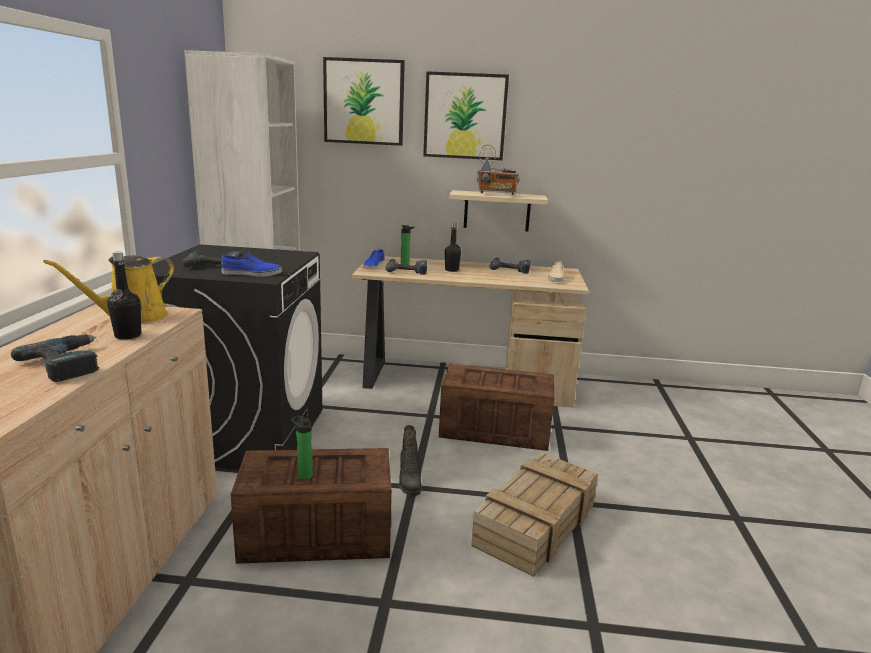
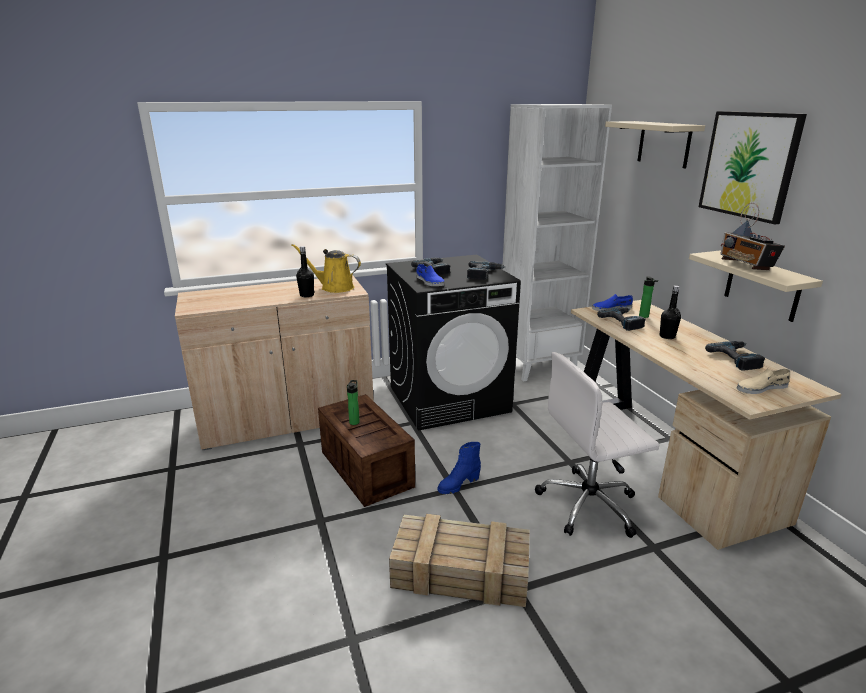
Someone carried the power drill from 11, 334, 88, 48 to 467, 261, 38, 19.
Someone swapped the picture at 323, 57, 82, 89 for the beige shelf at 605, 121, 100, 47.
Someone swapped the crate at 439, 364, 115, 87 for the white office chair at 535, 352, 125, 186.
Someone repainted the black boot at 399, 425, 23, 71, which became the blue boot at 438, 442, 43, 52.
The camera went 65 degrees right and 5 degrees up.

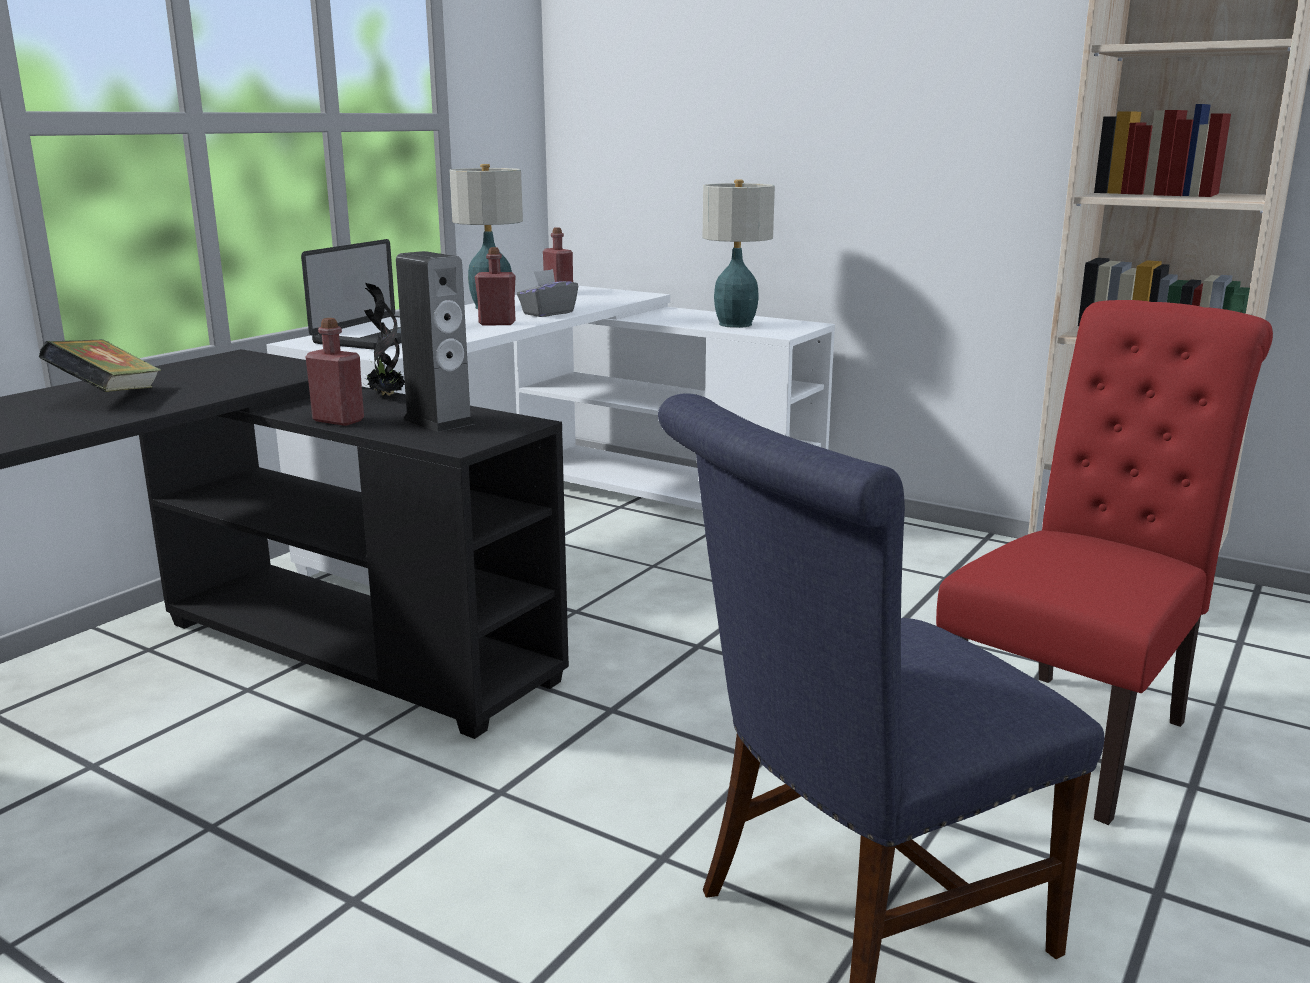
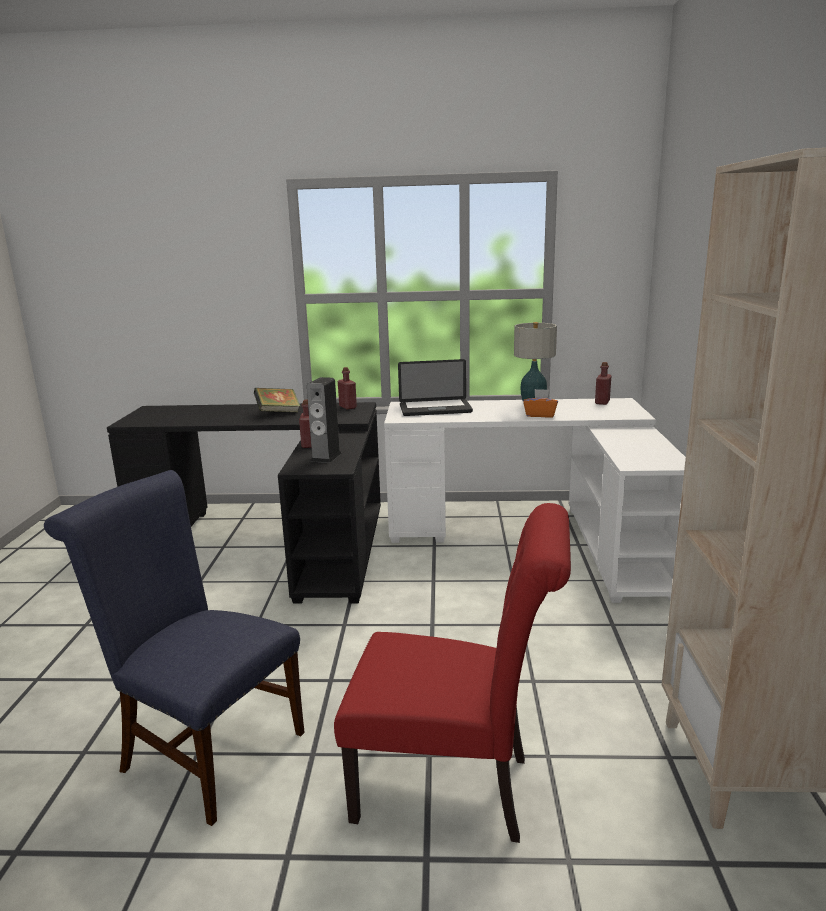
Someone took away the potted plant at 363, 283, 42, 113.
Someone took away the table lamp at 703, 180, 72, 148.
Someone carried the red bottle from 475, 247, 41, 78 to 338, 367, 19, 43.
Someone repainted the grey tissue box at 517, 269, 61, 48, which became the orange tissue box at 523, 389, 35, 29.
The camera went 60 degrees right and 0 degrees up.

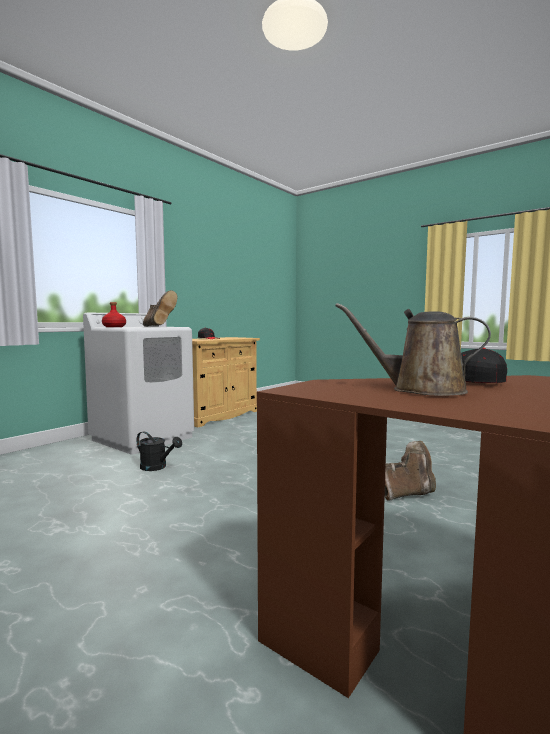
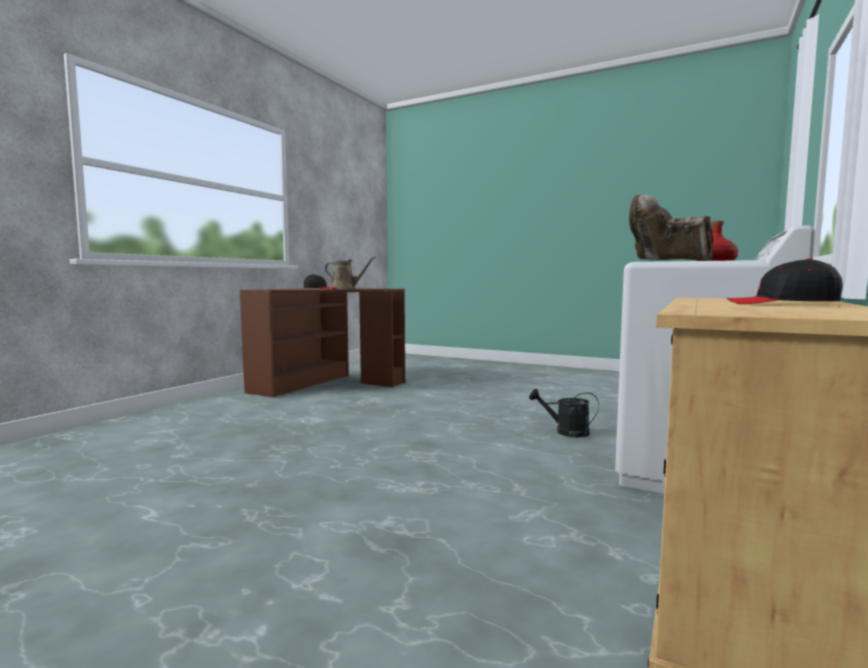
Someone took away the brown boot at 385, 441, 51, 60.
The camera went 170 degrees right and 0 degrees up.

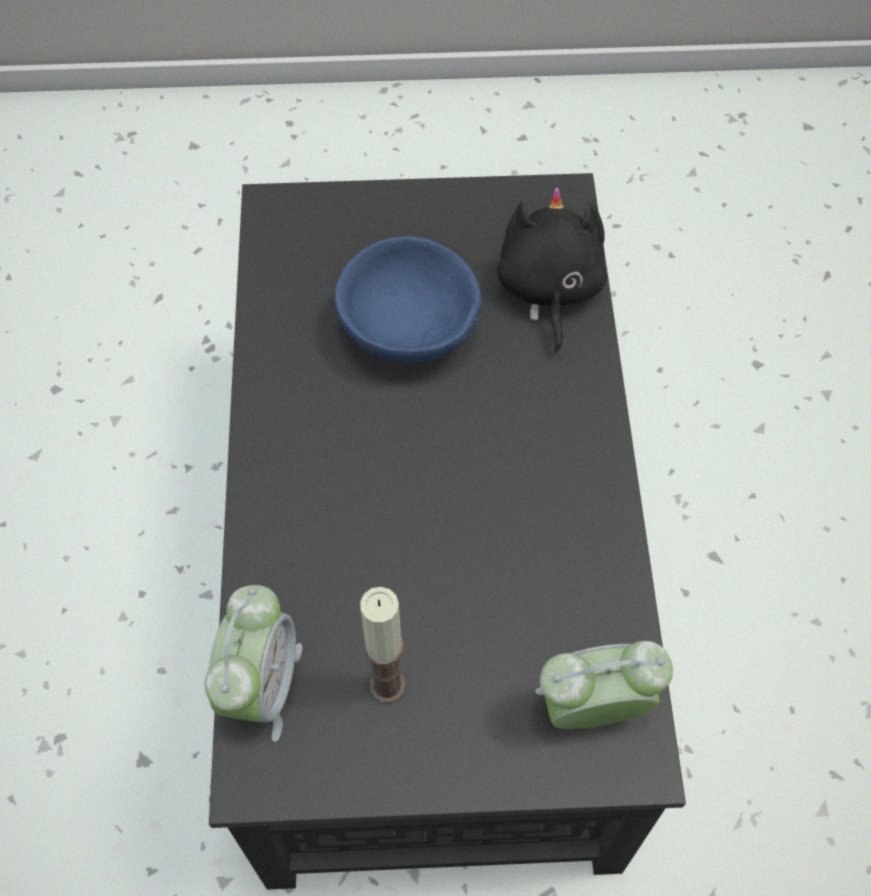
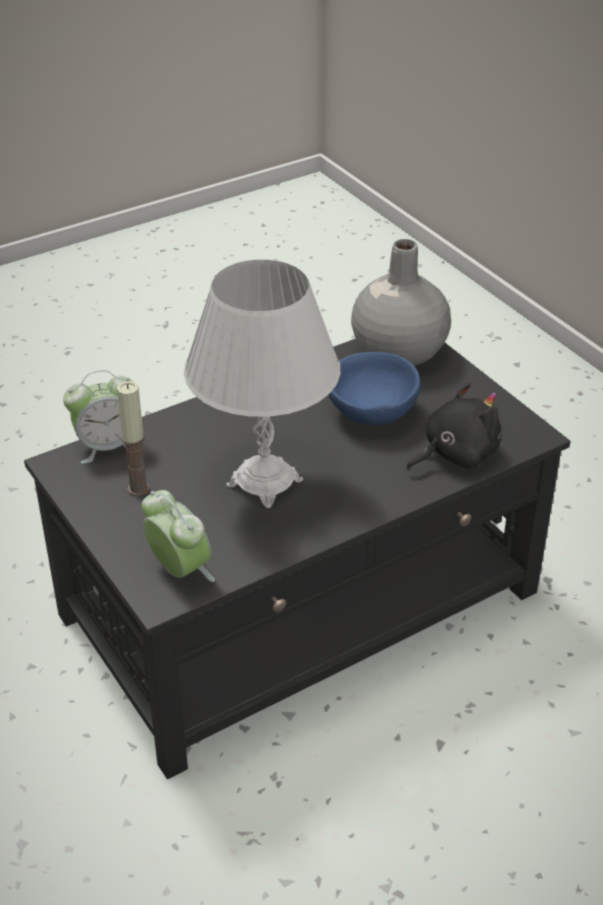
Someone put down the white table lamp at 184, 260, 156, 248.
Someone put down the grey vase at 351, 239, 100, 127.
The camera went 60 degrees right and 20 degrees down.

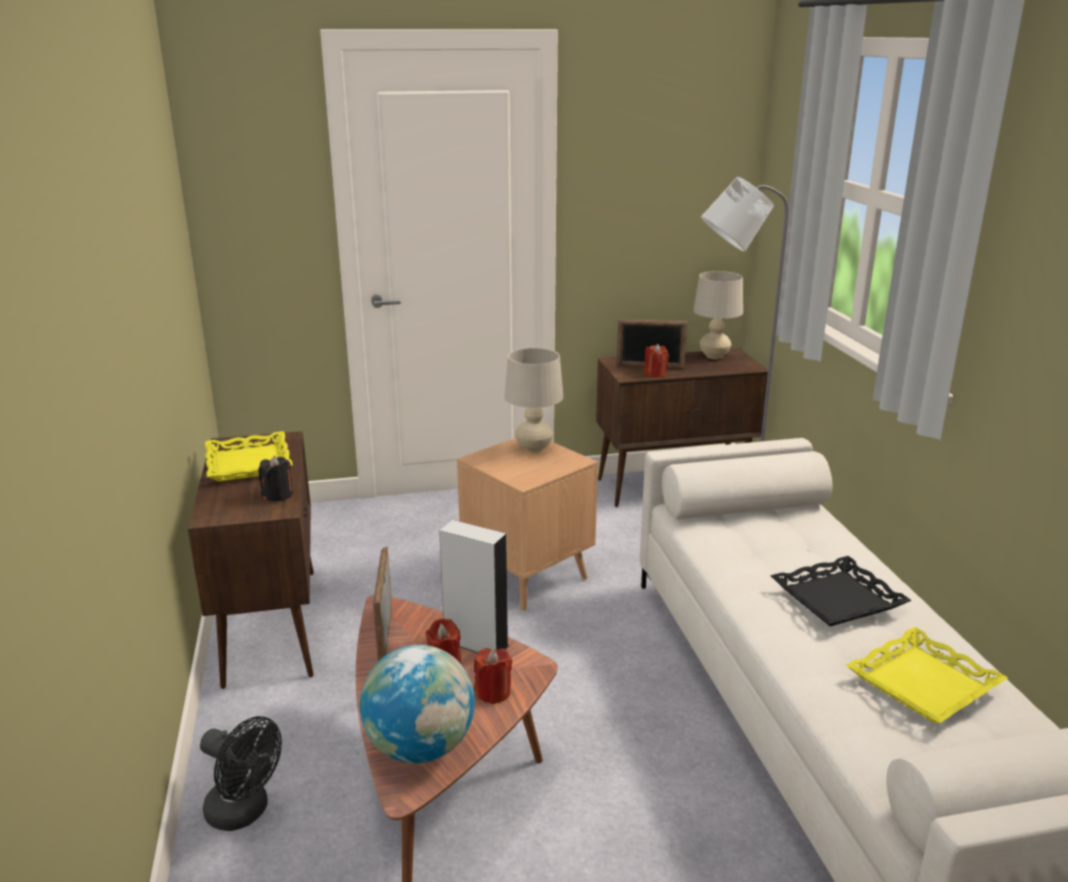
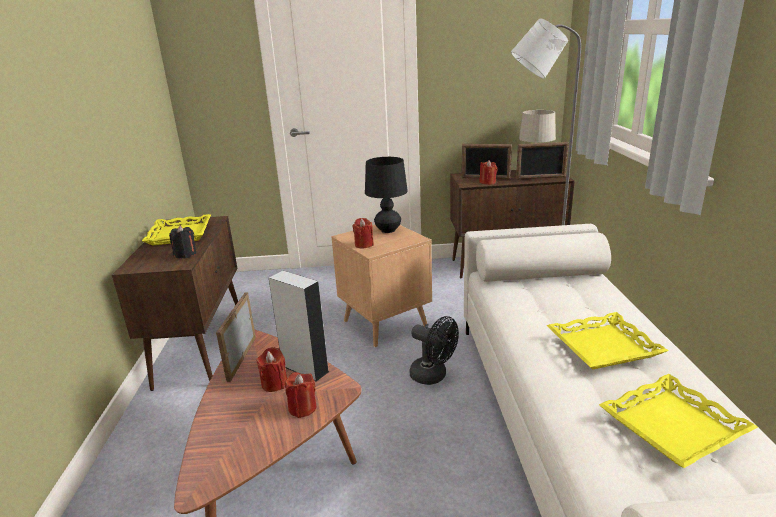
Someone took away the globe at 360, 645, 115, 118.
Someone put down the red candle at 353, 218, 21, 31.
Someone put down the picture frame at 516, 142, 53, 38.
Someone carried the black fan from 200, 716, 82, 115 to 410, 316, 49, 69.
Someone repainted the beige table lamp at 504, 348, 59, 105, which became the black table lamp at 365, 157, 43, 76.
Someone repainted the black tray at 770, 556, 142, 70, which became the yellow tray at 546, 312, 123, 58.
The camera went 10 degrees right and 0 degrees up.

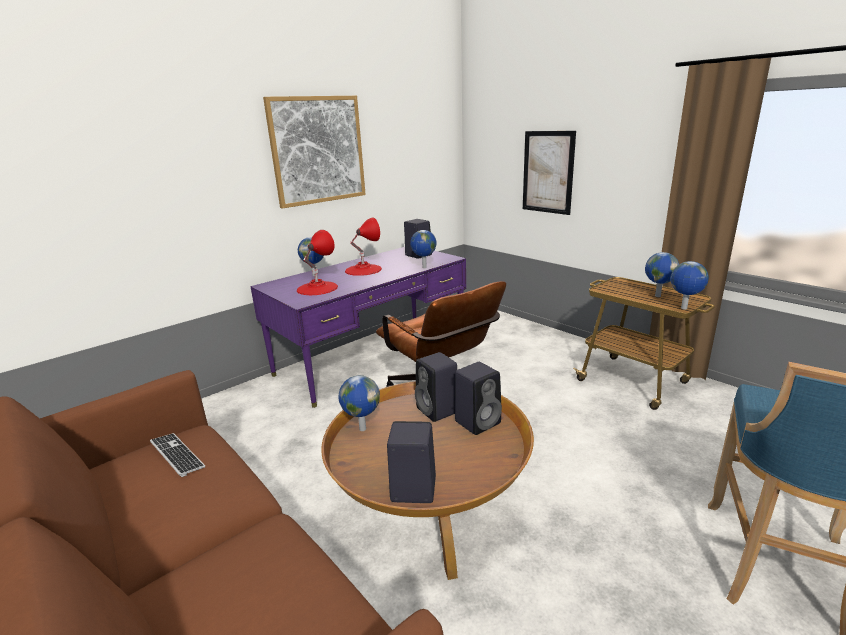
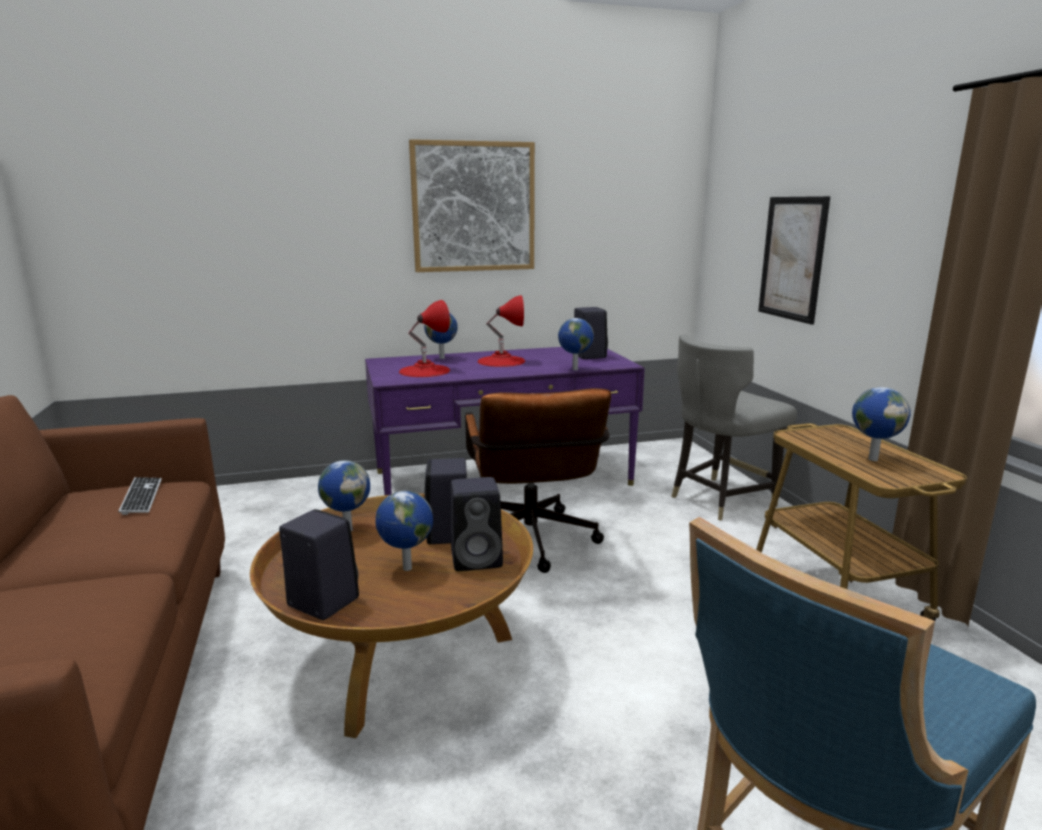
Someone put down the grey chair at 671, 334, 126, 186.
Someone carried the globe from 670, 261, 39, 49 to 376, 491, 57, 80.
The camera went 25 degrees right and 5 degrees down.

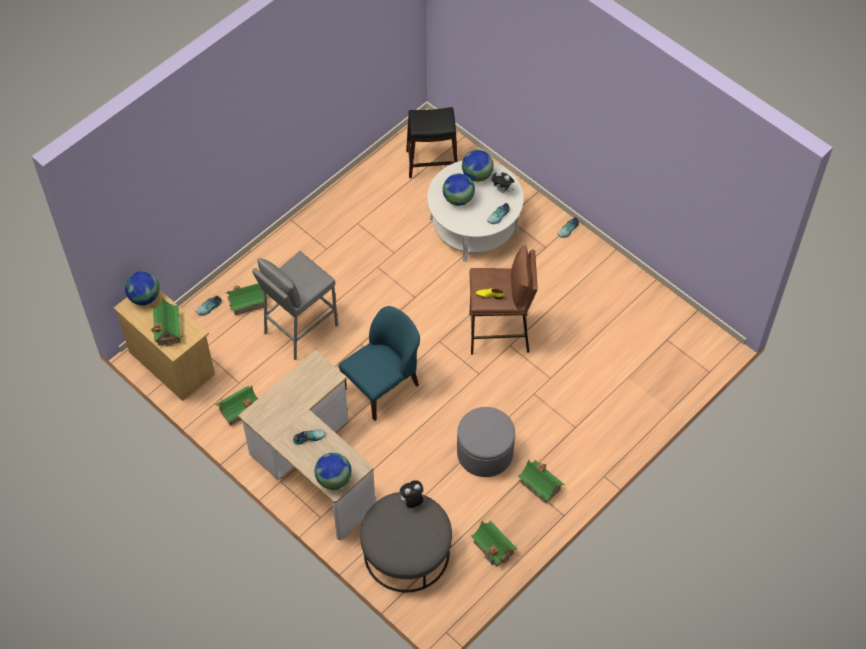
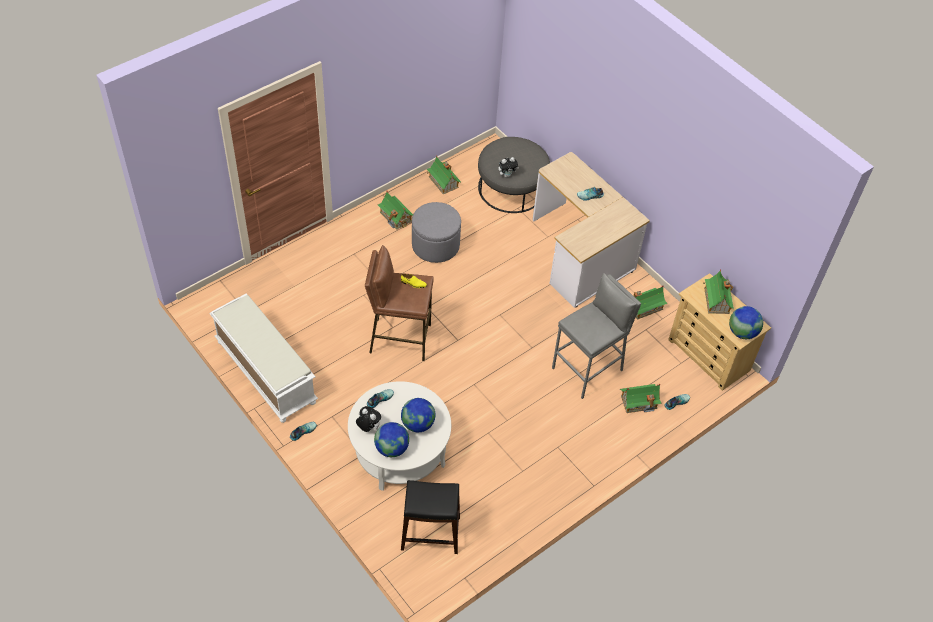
Someone took away the globe at 315, 453, 36, 37.
Someone took away the blue chair at 338, 306, 82, 115.
Someone put down the white bench at 209, 294, 109, 129.
The camera went 175 degrees left and 5 degrees down.

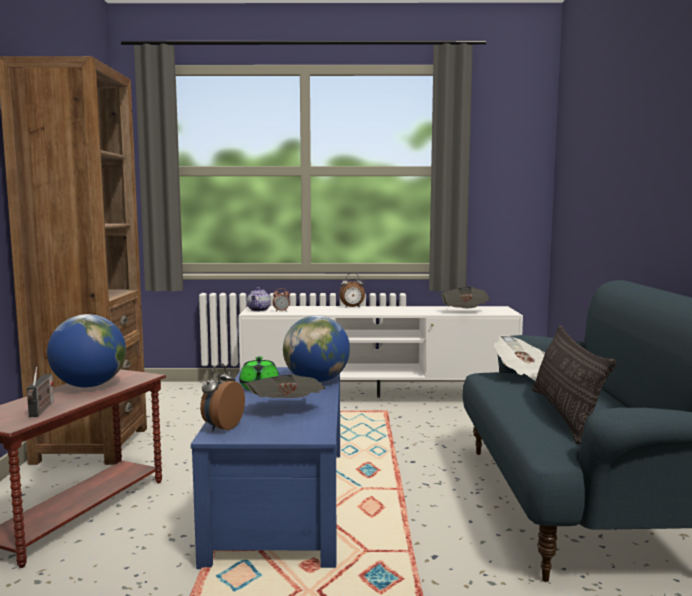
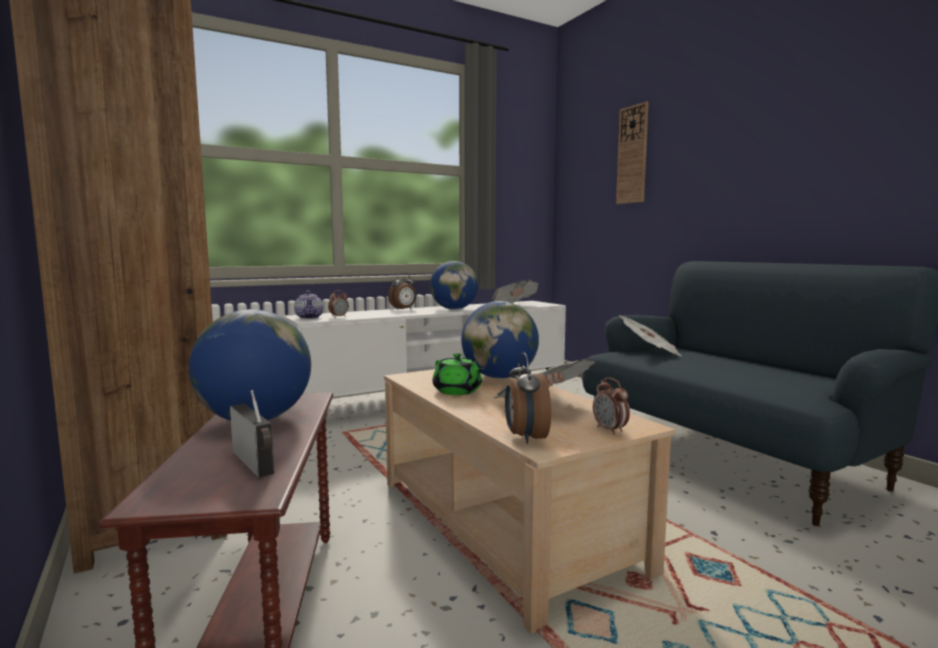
Someone took away the pillow at 532, 325, 84, 119.
Someone put down the globe at 430, 261, 48, 48.
Someone put down the alarm clock at 593, 377, 37, 58.
Someone put up the wall clock at 616, 102, 33, 102.
Someone repainted the blue coffee table at 191, 367, 149, 202, which became the beige coffee table at 384, 369, 291, 265.
The camera went 30 degrees left and 0 degrees up.

